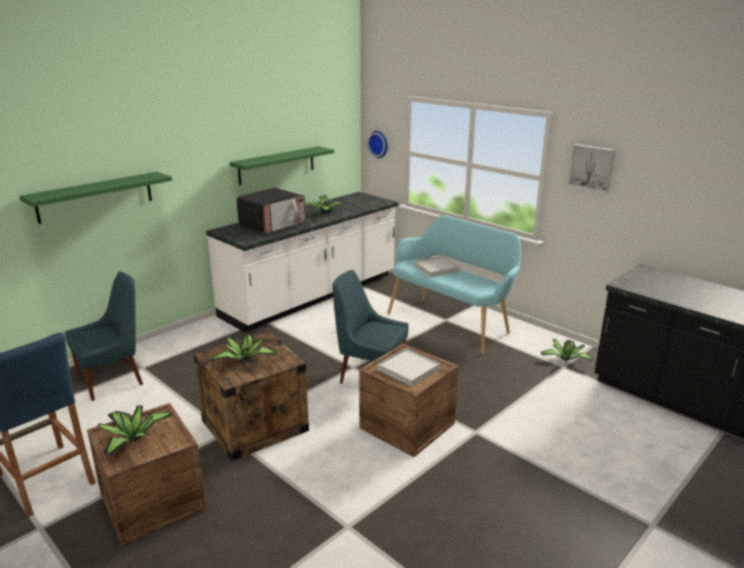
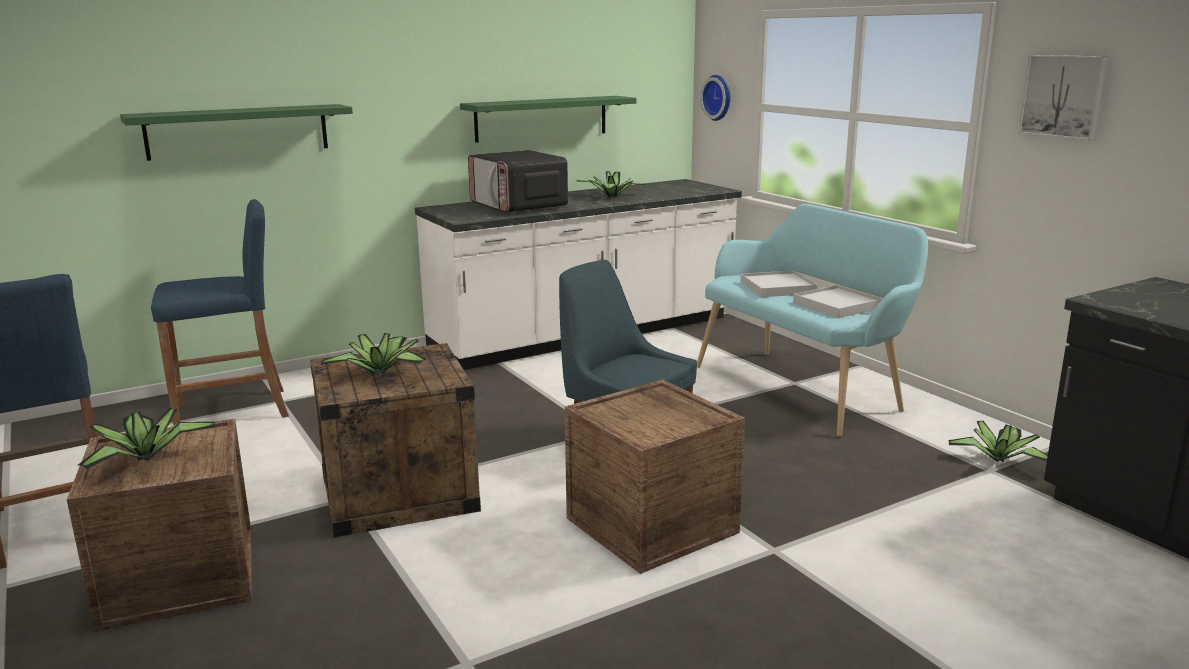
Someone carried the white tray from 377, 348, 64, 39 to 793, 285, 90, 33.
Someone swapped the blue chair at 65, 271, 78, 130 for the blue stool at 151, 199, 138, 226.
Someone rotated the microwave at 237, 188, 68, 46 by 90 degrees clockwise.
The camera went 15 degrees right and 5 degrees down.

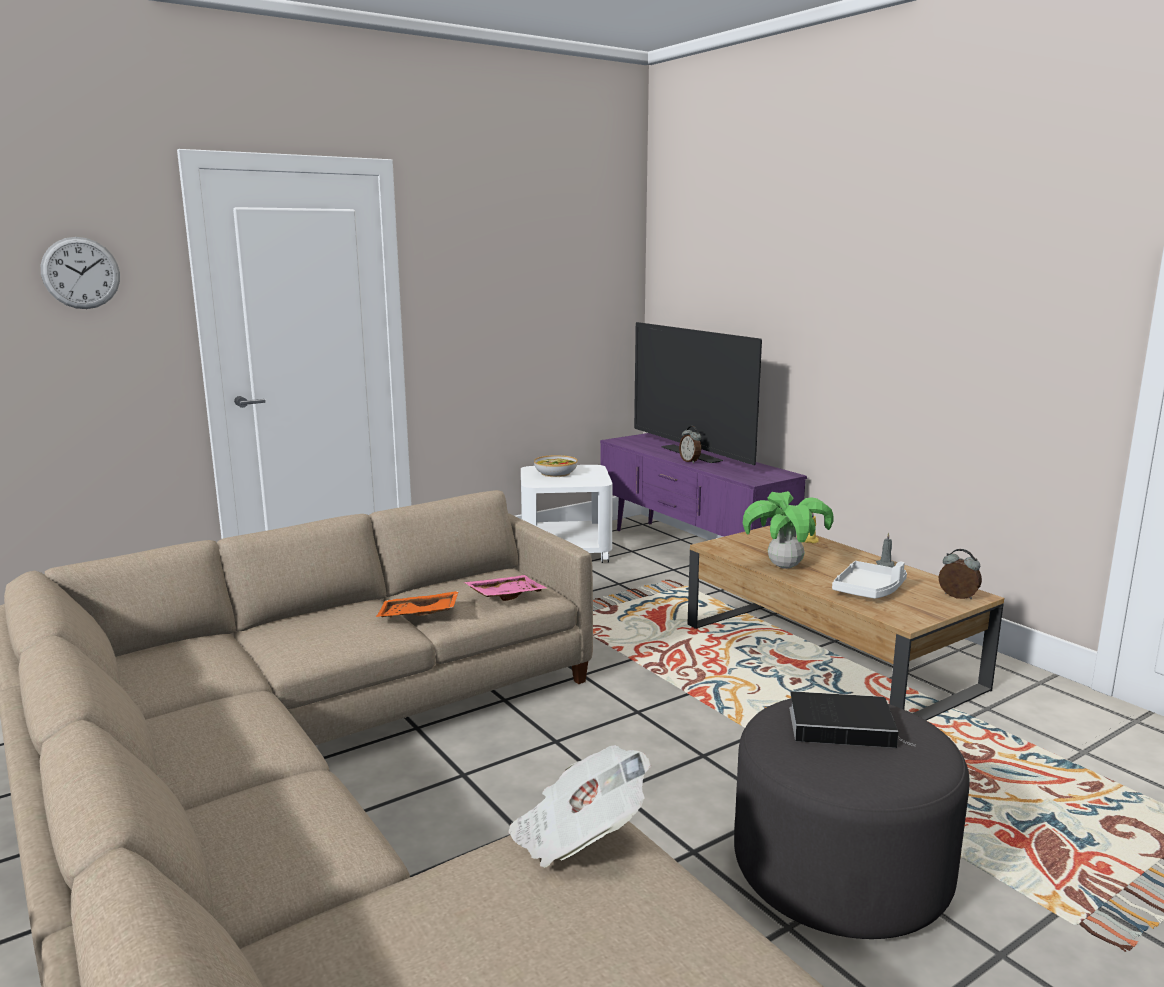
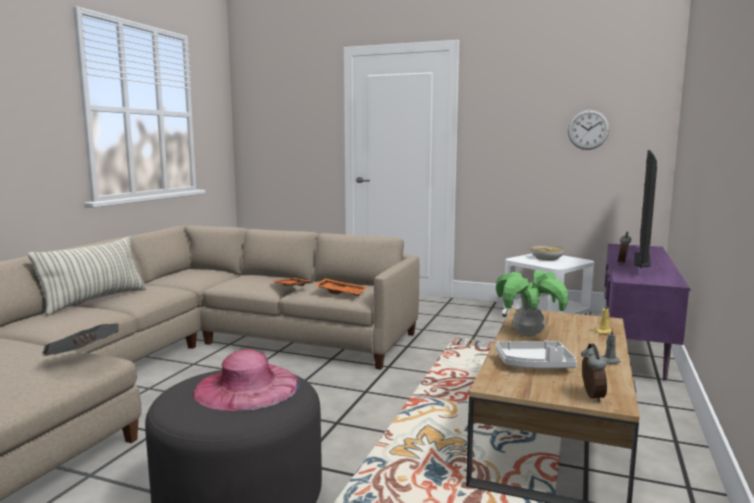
Someone put down the pillow at 28, 236, 119, 80.
Someone carried the wall clock from 41, 237, 79, 72 to 568, 110, 42, 40.
Someone swapped the book at 789, 691, 127, 57 for the pink hat at 193, 349, 107, 62.
Someone repainted the pink tray at 464, 575, 84, 26, which became the orange tray at 315, 278, 52, 18.
The camera went 55 degrees right and 5 degrees down.

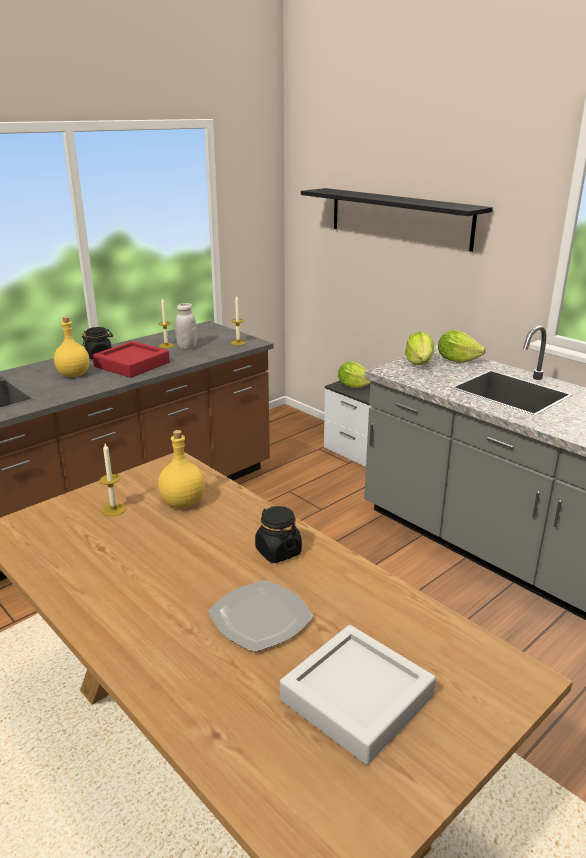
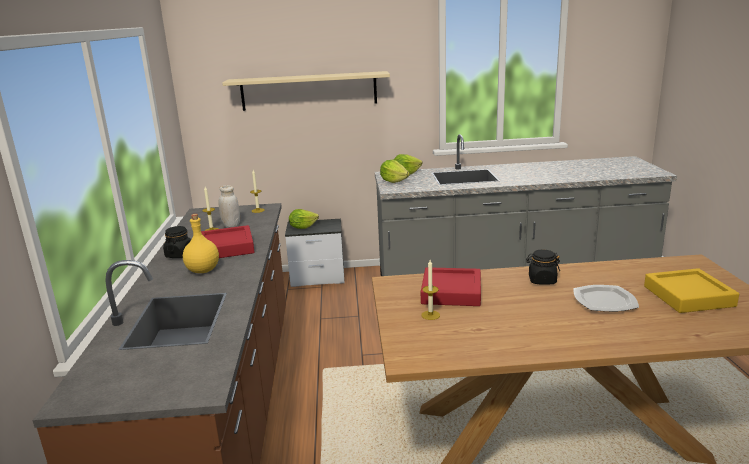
Someone swapped the yellow bottle at 158, 430, 47, 78 for the red tray at 421, 267, 60, 39.
Someone repainted the grey tray at 280, 625, 156, 140, which became the yellow tray at 644, 268, 95, 45.
Someone repainted the black shelf at 301, 188, 192, 64, which became the beige shelf at 222, 71, 168, 40.
The camera went 50 degrees left and 5 degrees down.

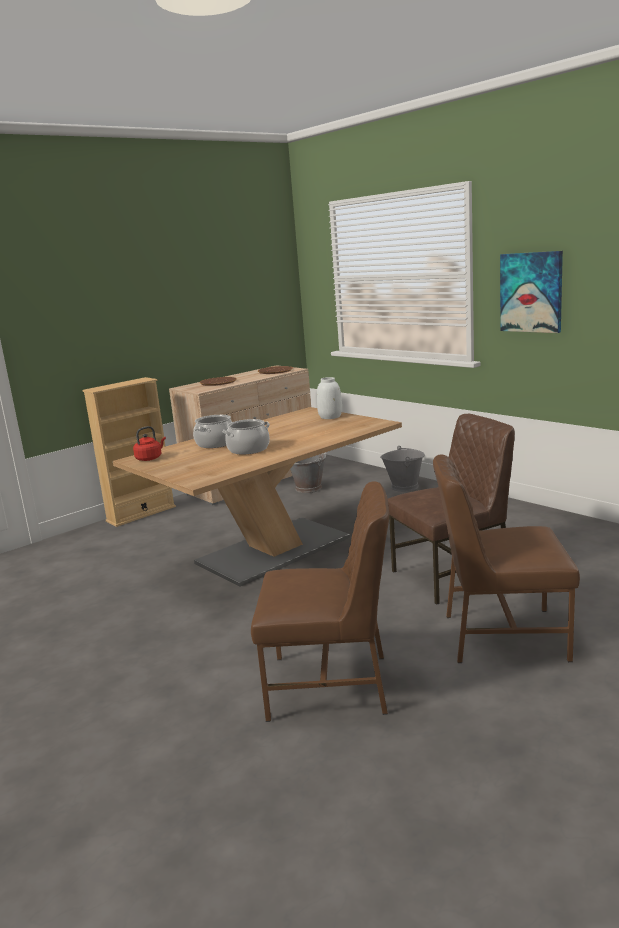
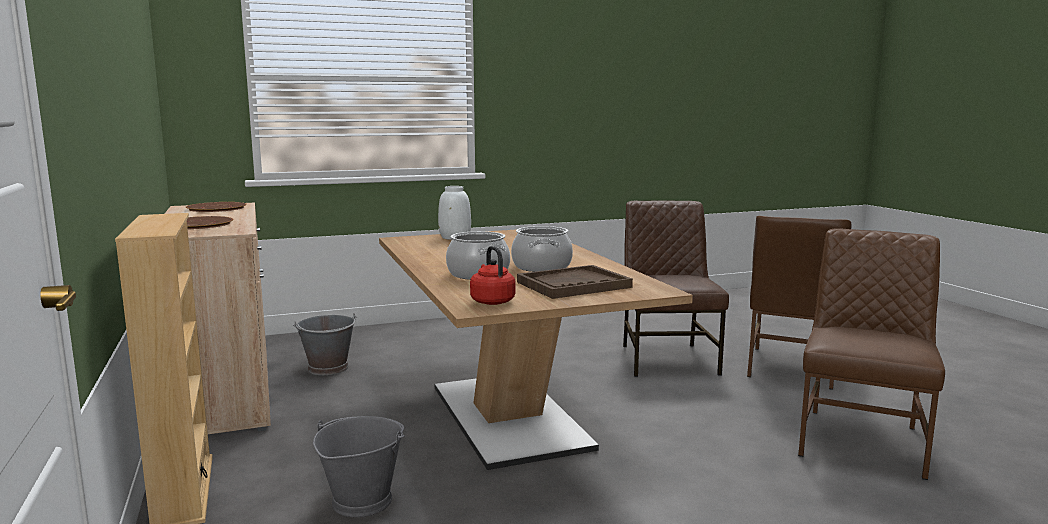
Someone took away the picture at 500, 251, 63, 82.
Someone put down the brown tray at 517, 265, 116, 34.
Someone carried the grey bucket from 380, 446, 45, 46 to 313, 416, 91, 101.
The camera went 70 degrees left and 5 degrees down.

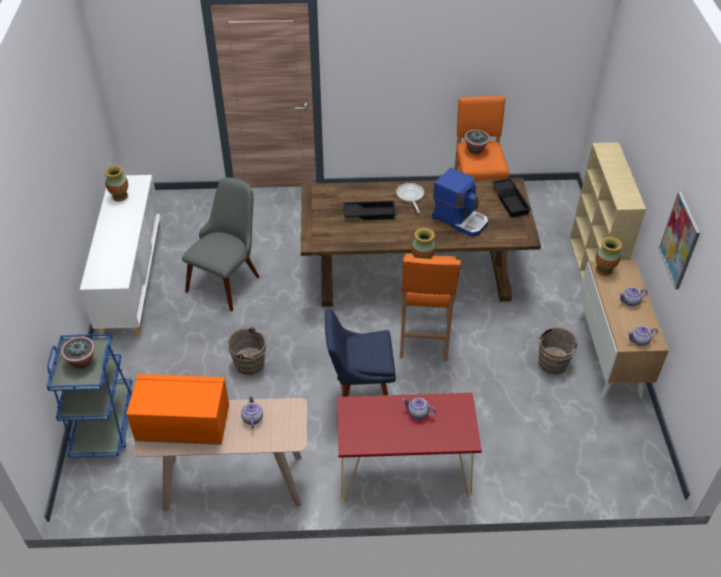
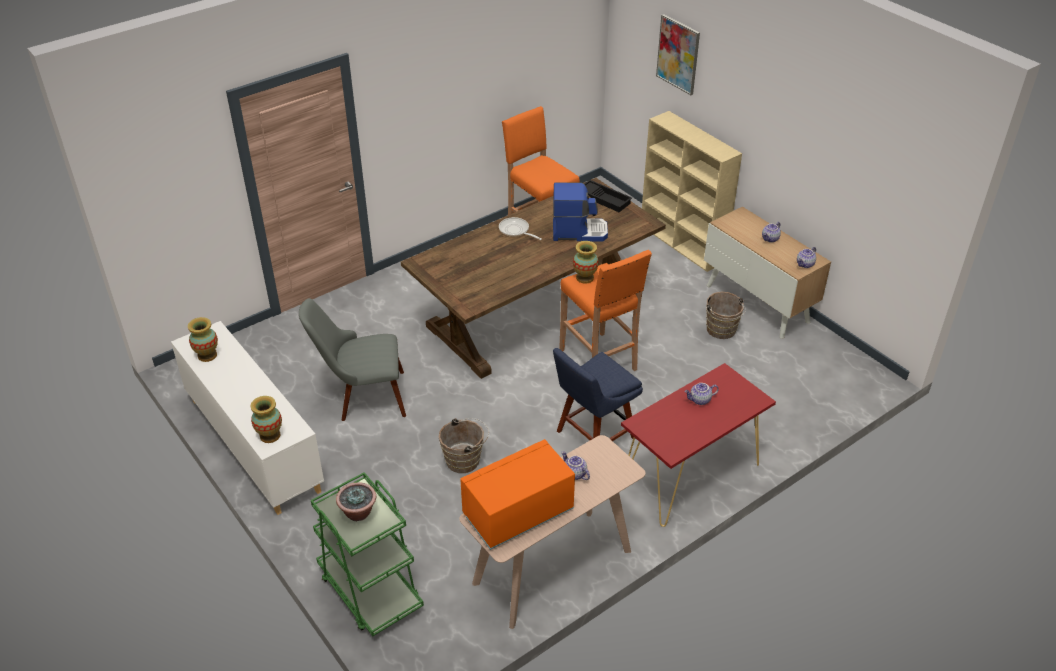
Someone took away the black tray at 343, 200, 53, 20.
Someone took away the potted plant at 464, 130, 26, 24.
Someone carried the vase from 595, 237, 27, 39 to 251, 396, 31, 47.
Someone carried the picture from 659, 192, 41, 97 to 656, 14, 44, 81.
Someone repainted the blue cart at 46, 334, 86, 124, which became the green cart at 311, 472, 113, 165.
Someone rotated the grey chair at 182, 178, 78, 133 by 90 degrees counterclockwise.
The camera went 35 degrees left and 5 degrees down.

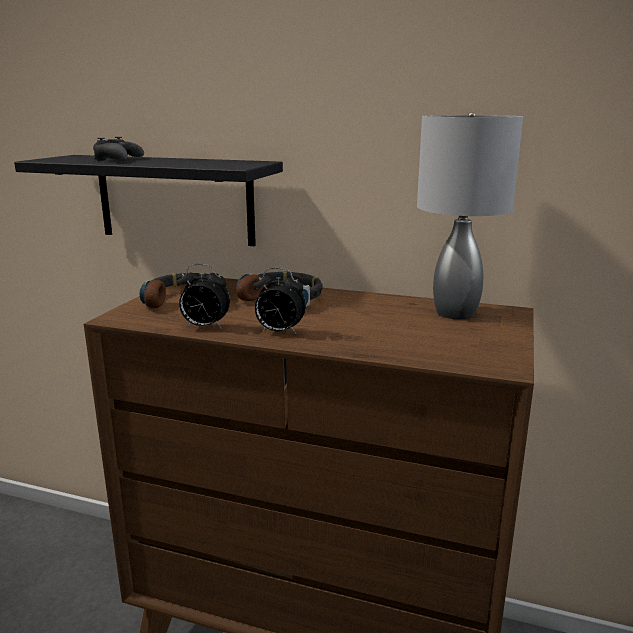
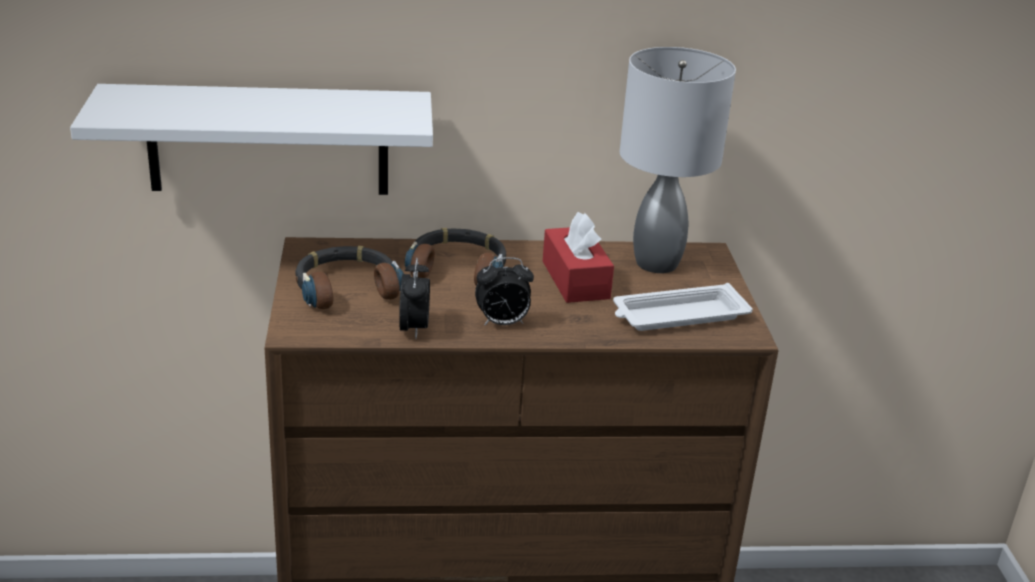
Someone took away the black game controller at 93, 137, 51, 24.
Someone put down the red tissue box at 543, 212, 71, 91.
Someone put down the white tray at 613, 283, 140, 48.
Someone repainted the black shelf at 14, 155, 269, 91, which became the white shelf at 70, 84, 363, 111.
Someone rotated the alarm clock at 177, 264, 53, 64 by 75 degrees counterclockwise.
The camera went 25 degrees left and 10 degrees up.

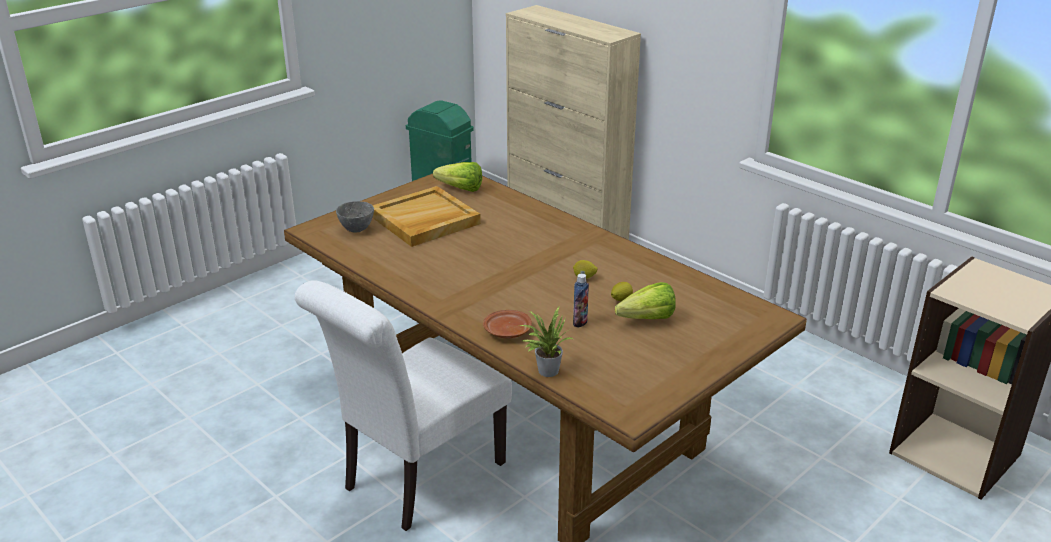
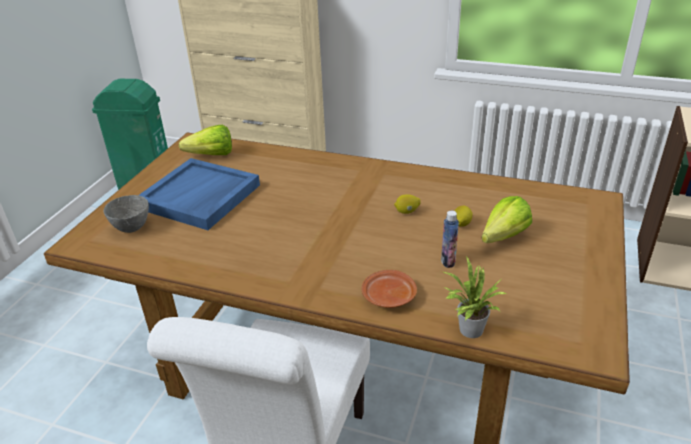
Someone repainted the beige tray at 372, 186, 109, 61, which became the blue tray at 139, 158, 121, 72.
The camera went 25 degrees left and 5 degrees up.

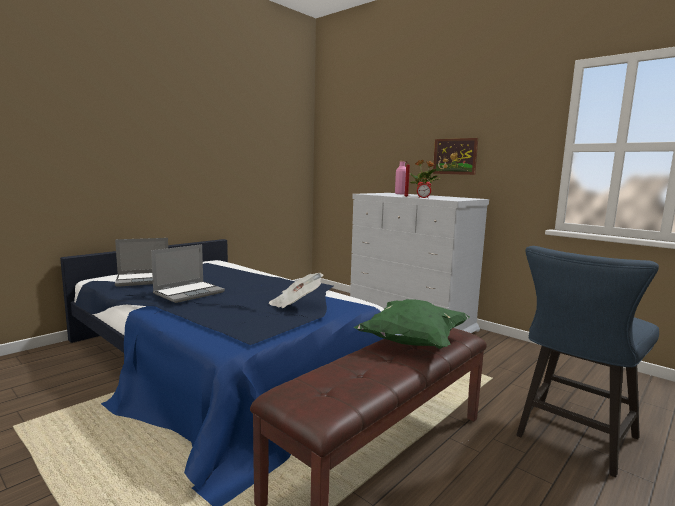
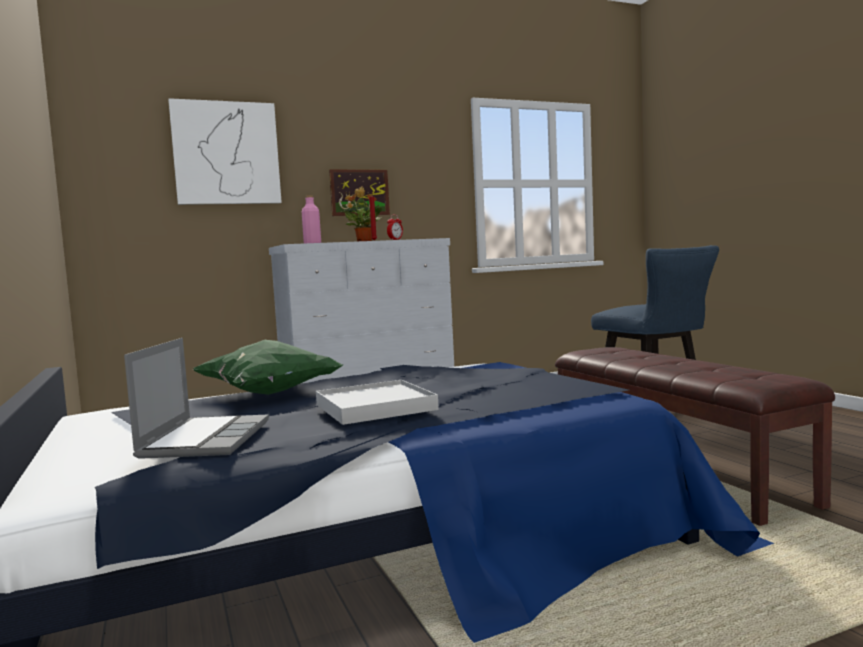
Someone took away the newspaper at 269, 273, 55, 35.
Someone put up the picture at 168, 98, 114, 107.
Someone carried the green pillow from 354, 299, 115, 50 to 193, 340, 150, 55.
Someone swapped the laptop at 151, 244, 74, 59 for the white tray at 316, 380, 123, 45.
The camera went 65 degrees left and 5 degrees down.

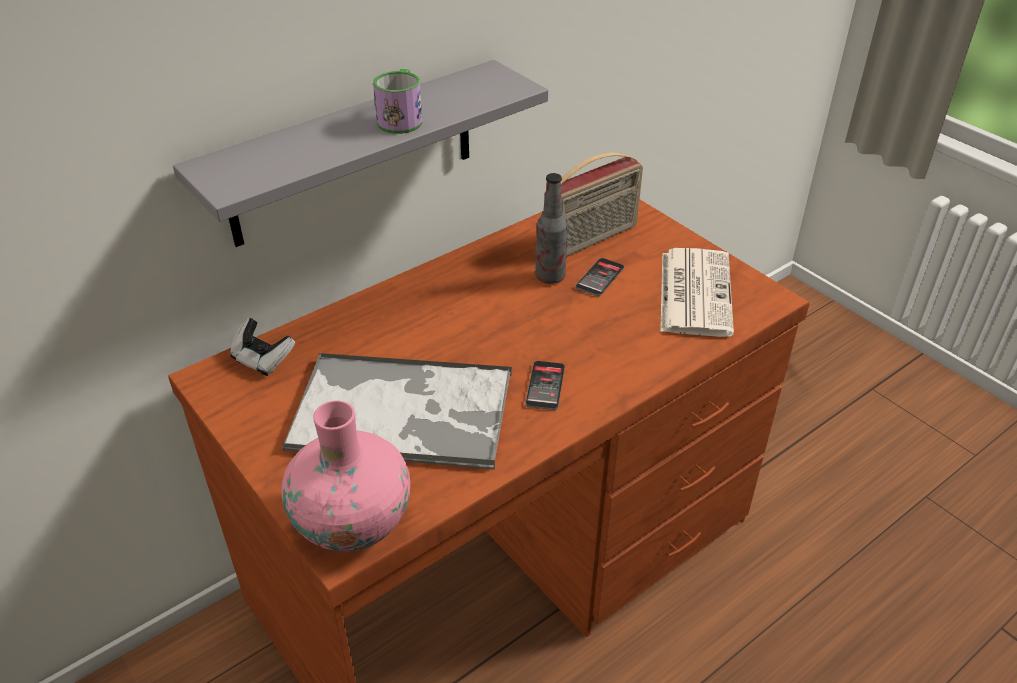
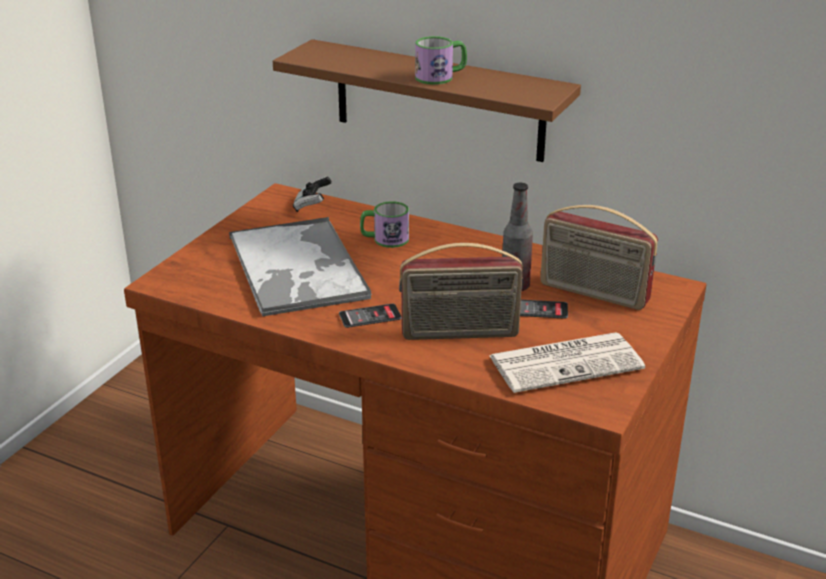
Someone took away the pink vase at 281, 400, 129, 152.
Someone put down the mug at 360, 201, 49, 47.
Someone put down the radio at 399, 243, 124, 97.
Someone repainted the grey shelf at 173, 60, 375, 187, which became the brown shelf at 273, 39, 308, 123.
The camera went 65 degrees right and 10 degrees down.

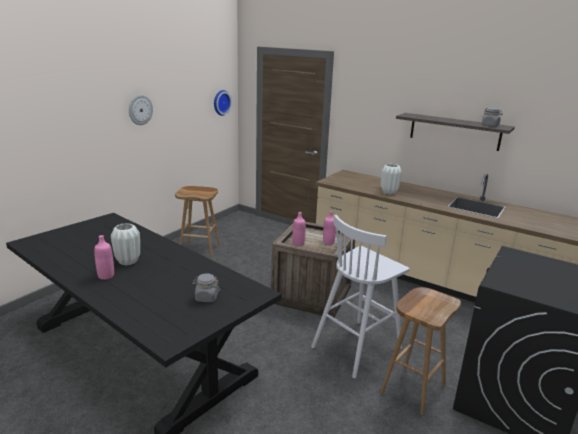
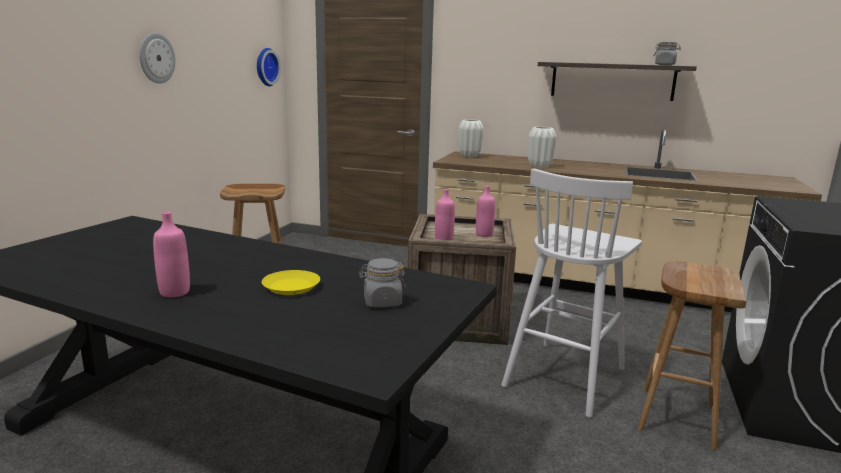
Someone put down the yellow plate at 262, 270, 58, 25.
Someone carried the white vase from 111, 223, 29, 42 to 458, 119, 26, 39.
The camera went 15 degrees left and 5 degrees down.

